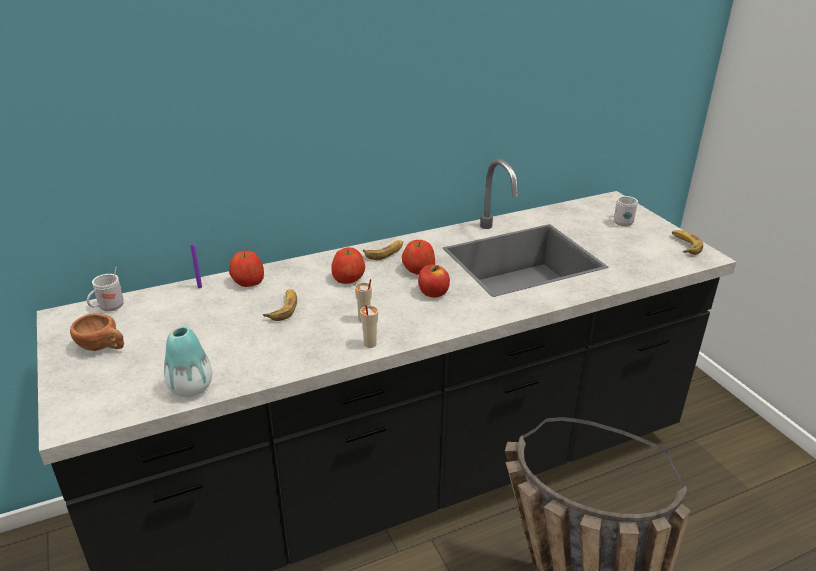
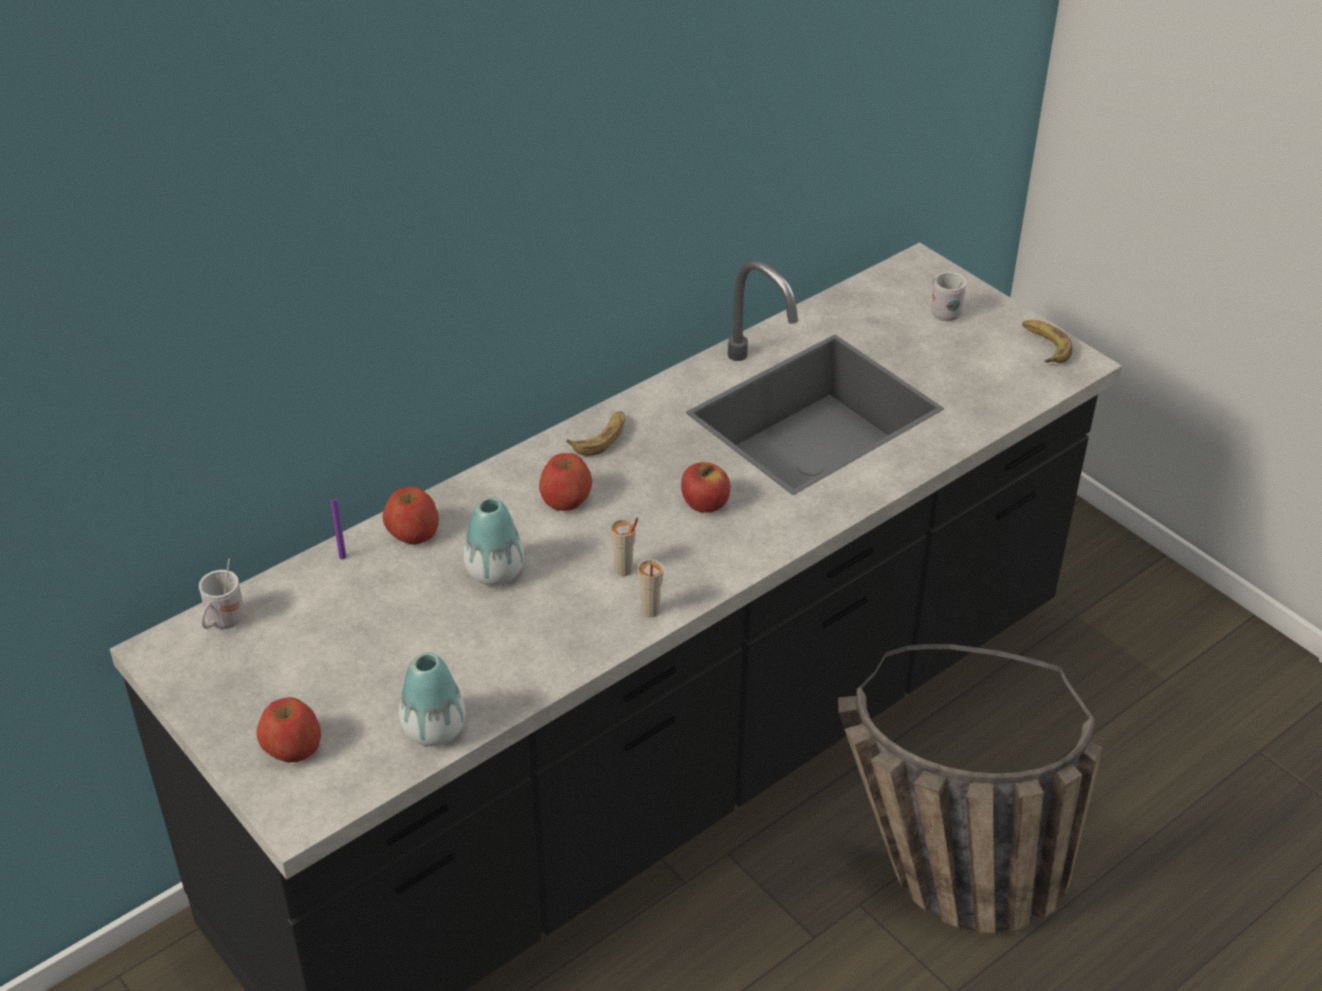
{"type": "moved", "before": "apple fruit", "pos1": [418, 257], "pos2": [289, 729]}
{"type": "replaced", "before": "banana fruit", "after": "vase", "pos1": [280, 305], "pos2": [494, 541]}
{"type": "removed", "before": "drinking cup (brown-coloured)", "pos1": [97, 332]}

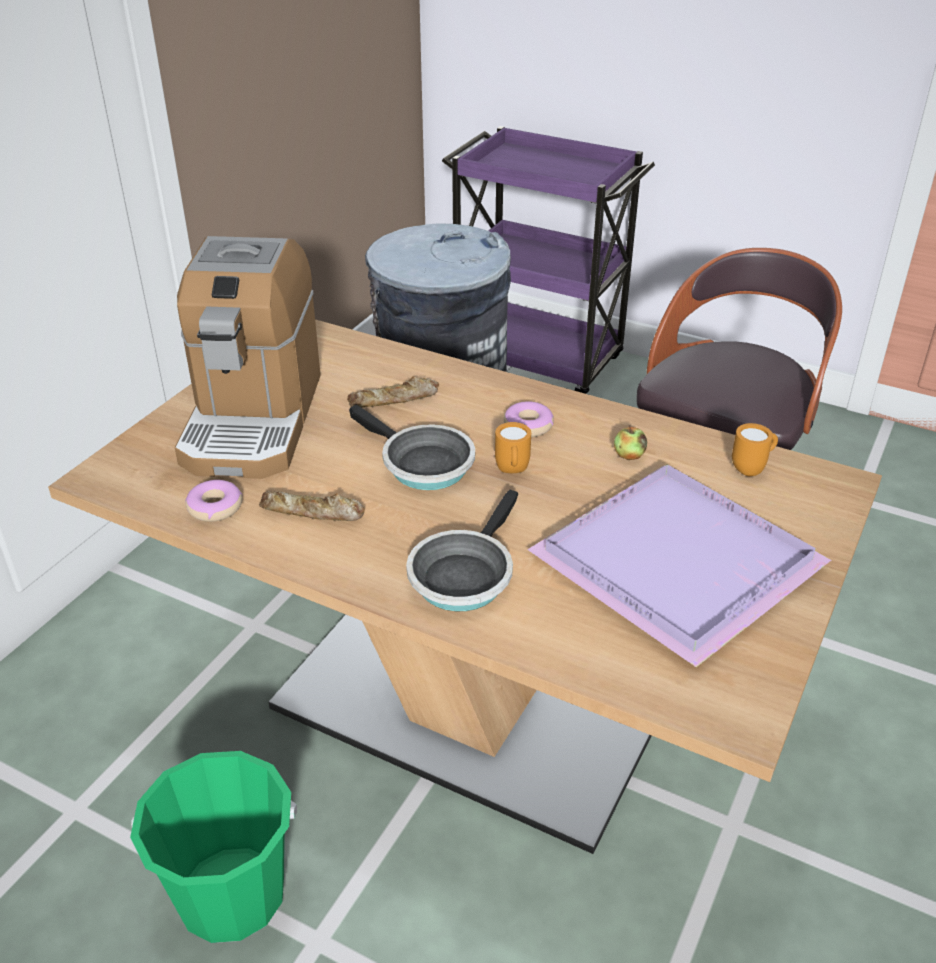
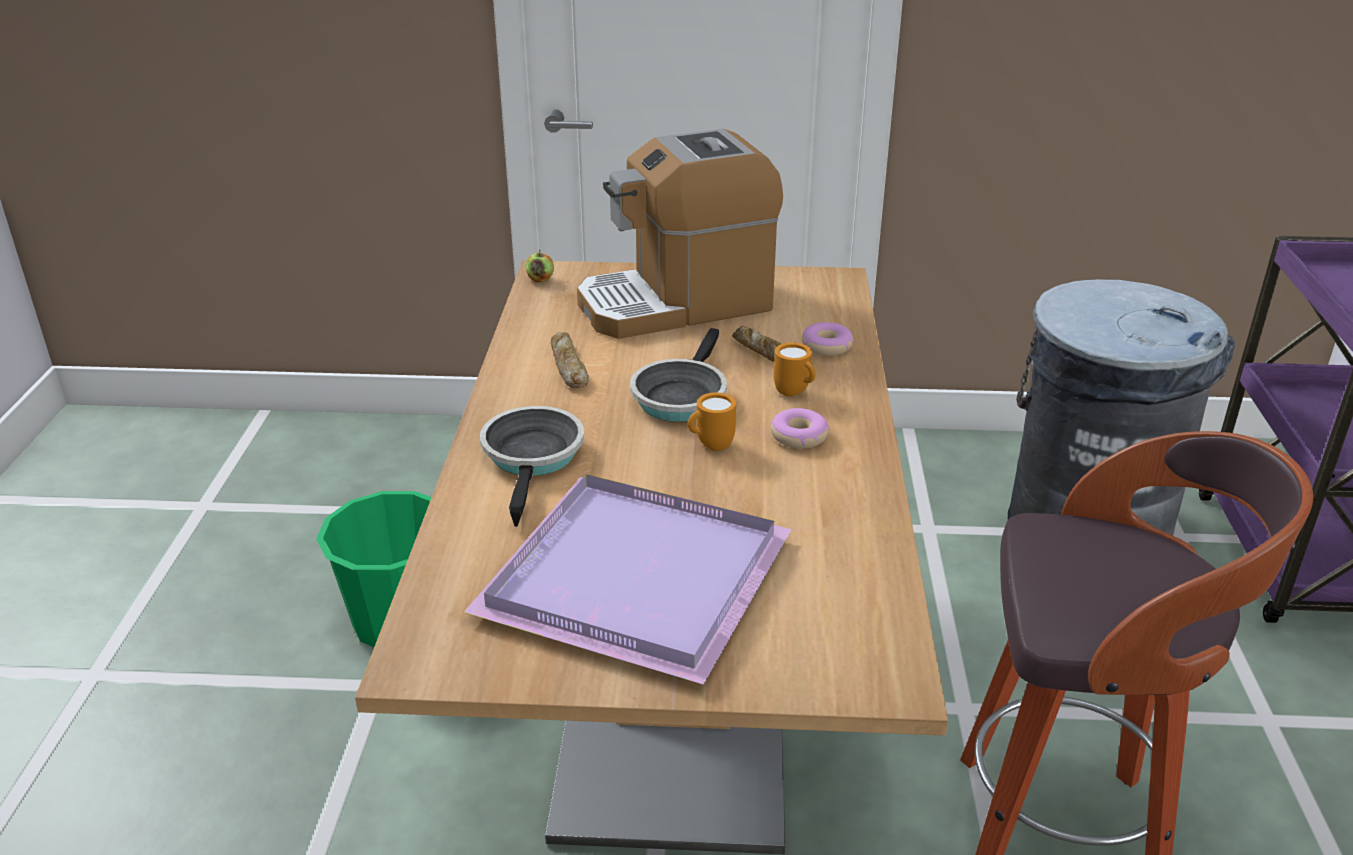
{"type": "moved", "before": "mug (orangey)", "pos1": [755, 449], "pos2": [795, 369]}
{"type": "moved", "before": "apple fruit", "pos1": [630, 442], "pos2": [539, 266]}
{"type": "moved", "before": "donut", "pos1": [213, 501], "pos2": [827, 339]}
{"type": "turned", "before": "skillet", "pos1": [462, 550], "pos2": [532, 466], "turn": 90}

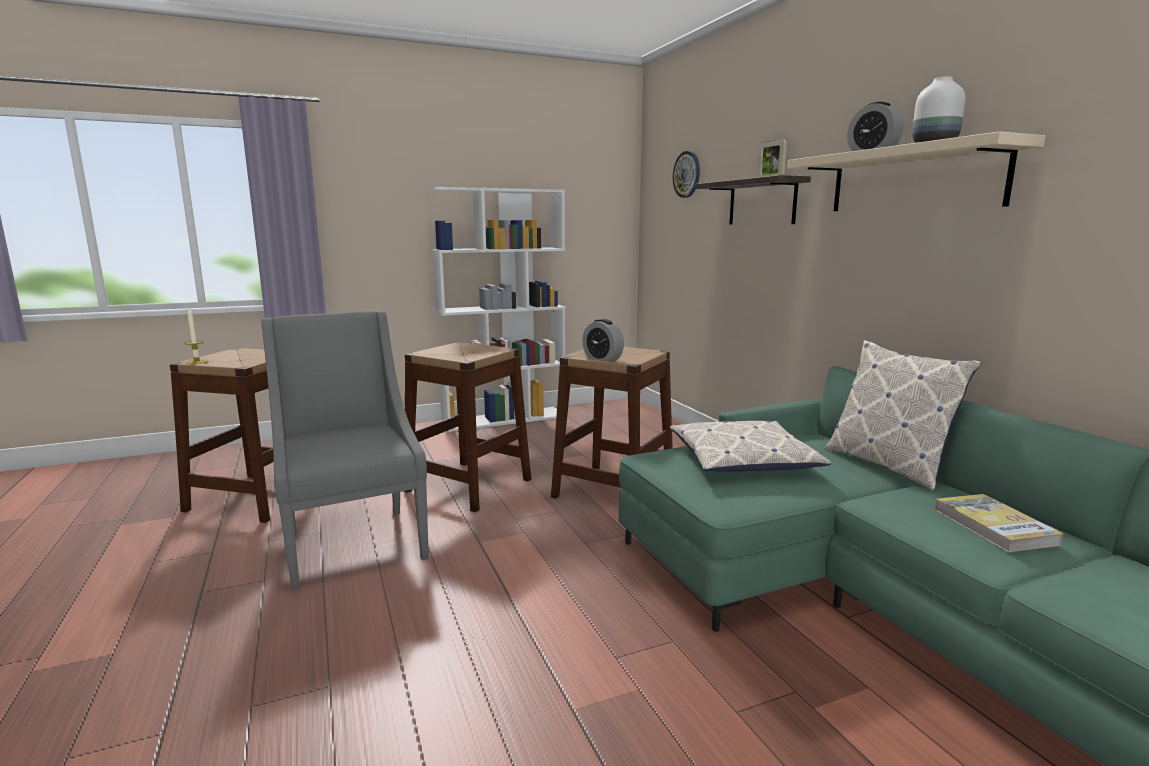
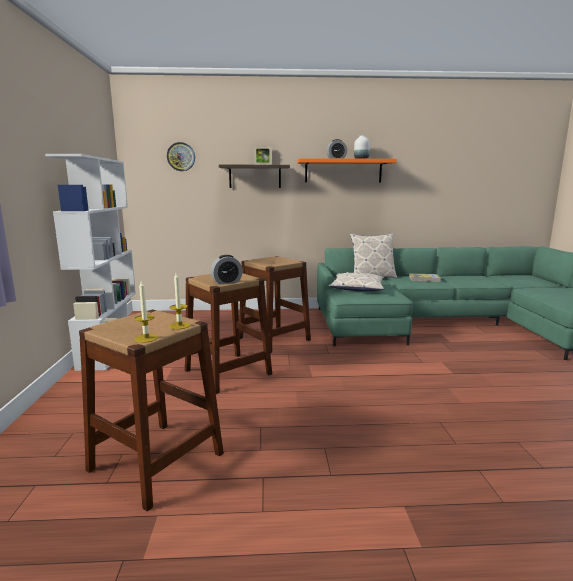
{"type": "recoloured", "before": "bracket shelf (beige-coloured)", "after": "bracket shelf (orangey)", "pos1": [916, 171], "pos2": [347, 170]}
{"type": "removed", "before": "armchair (greyish)", "pos1": [345, 451]}
{"type": "moved", "before": "table clock", "pos1": [603, 340], "pos2": [227, 269]}
{"type": "added", "after": "candle", "pos2": [179, 301]}

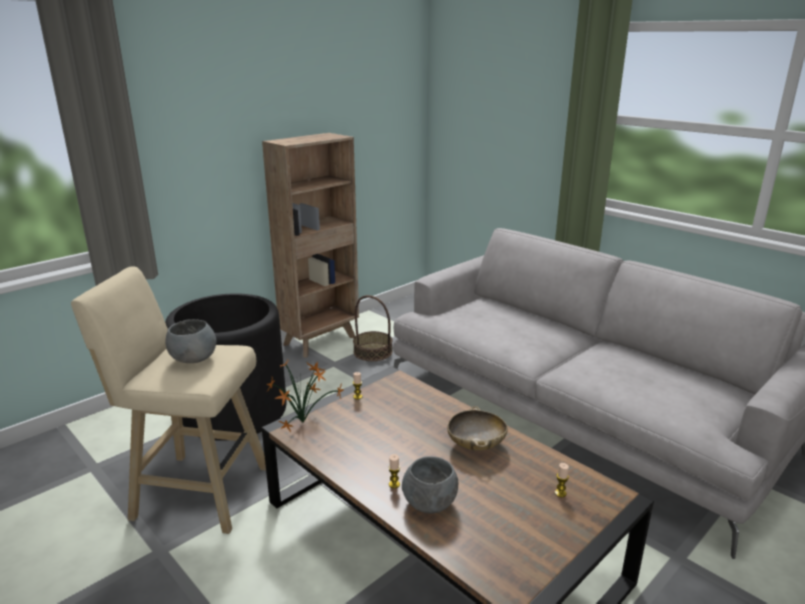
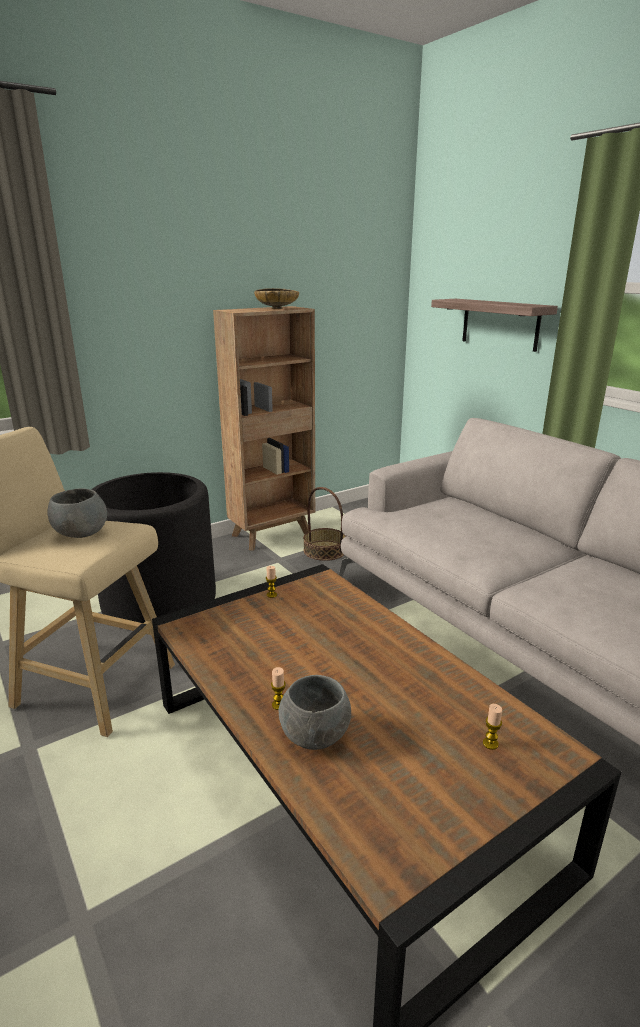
{"type": "removed", "before": "houseplant", "pos1": [305, 396]}
{"type": "moved", "before": "serving bowl (beige-coloured)", "pos1": [478, 428], "pos2": [276, 298]}
{"type": "added", "after": "bracket shelf", "pos2": [494, 325]}

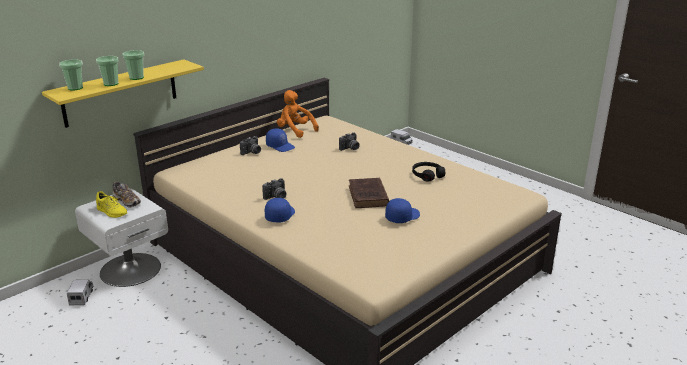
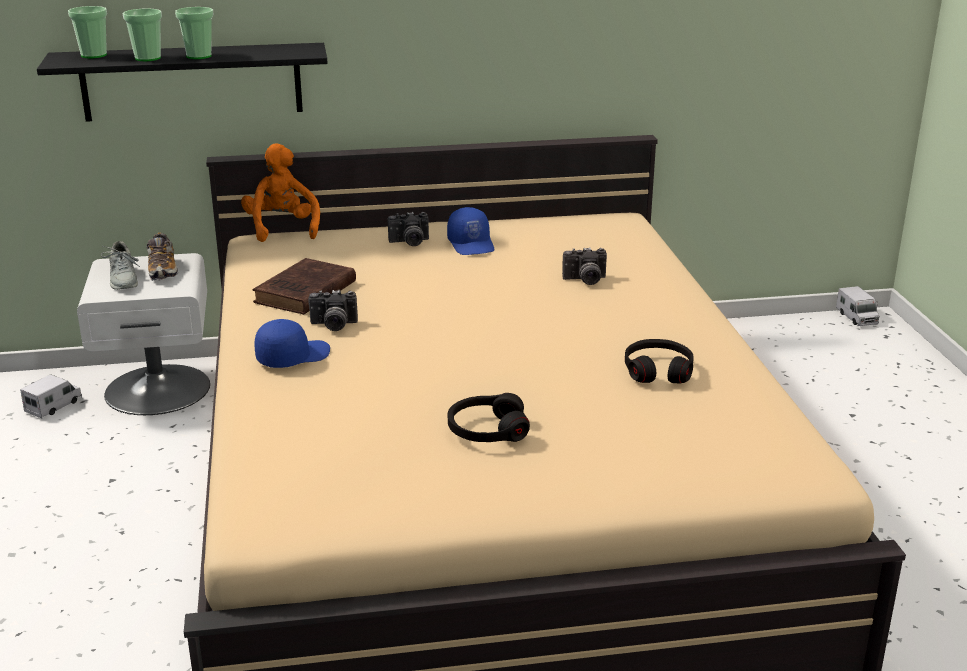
{"type": "recoloured", "before": "bracket shelf (yellow)", "after": "bracket shelf (black-coloured)", "pos1": [123, 93], "pos2": [182, 82]}
{"type": "moved", "before": "cuddly toy (orangey)", "pos1": [298, 114], "pos2": [280, 193]}
{"type": "moved", "before": "book (brown-coloured)", "pos1": [369, 193], "pos2": [304, 286]}
{"type": "recoloured", "before": "low shoe (yellow)", "after": "low shoe (greyish)", "pos1": [111, 204], "pos2": [120, 265]}
{"type": "replaced", "before": "cap (blue-coloured)", "after": "headphones (black-coloured)", "pos1": [402, 210], "pos2": [489, 417]}

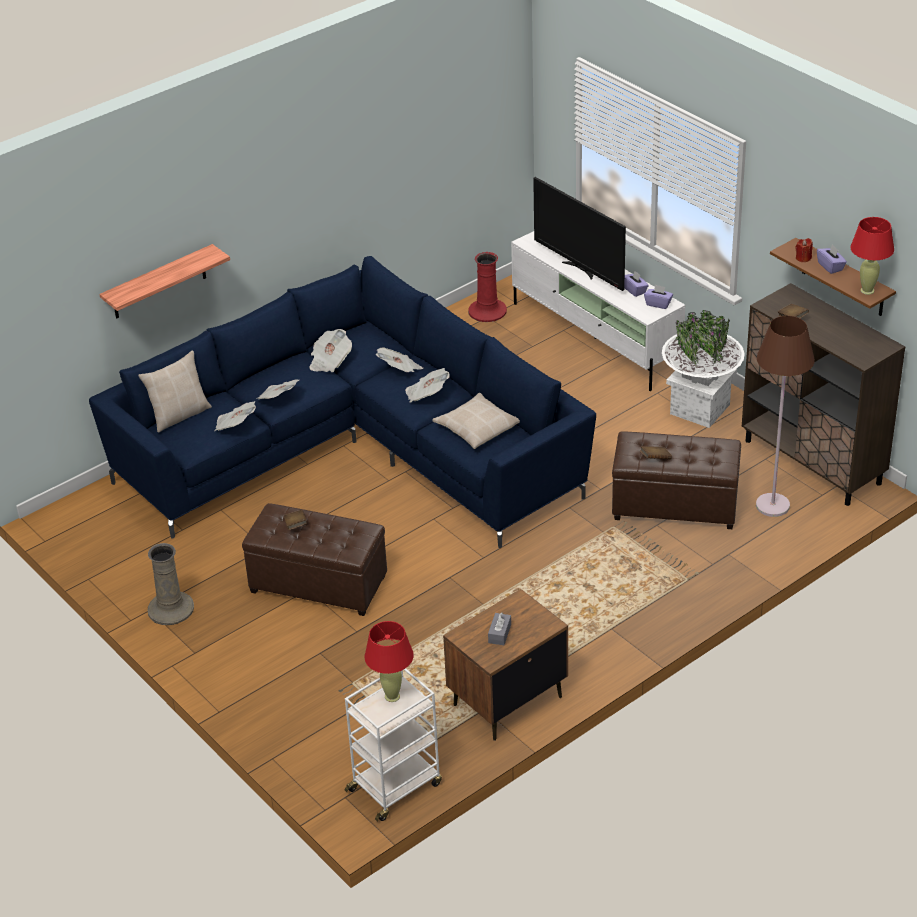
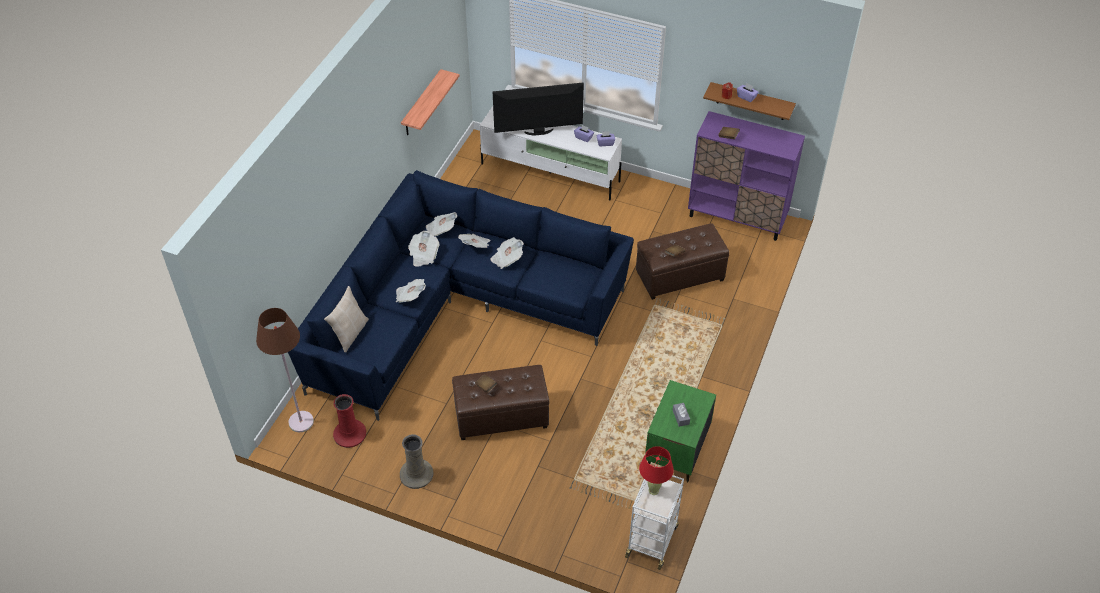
{"type": "turned", "before": "television", "pos1": [579, 234], "pos2": [538, 109], "turn": 150}
{"type": "removed", "before": "table lamp (red)", "pos1": [872, 256]}
{"type": "moved", "before": "bracket shelf", "pos1": [164, 281], "pos2": [430, 102]}
{"type": "moved", "before": "vase (red)", "pos1": [487, 287], "pos2": [349, 421]}
{"type": "recoloured", "before": "cabinet (brown-coloured)", "after": "cabinet (purple-coloured)", "pos1": [823, 394], "pos2": [746, 176]}
{"type": "removed", "before": "flower pot (whitish)", "pos1": [703, 369]}
{"type": "moved", "before": "floor lamp (brown-coloured)", "pos1": [785, 416], "pos2": [285, 370]}
{"type": "removed", "before": "cushion (beige-coloured)", "pos1": [476, 421]}
{"type": "moved", "before": "printed paper", "pos1": [235, 416], "pos2": [441, 224]}
{"type": "recoloured", "before": "night table (brown-coloured)", "after": "night table (green)", "pos1": [505, 665], "pos2": [680, 431]}

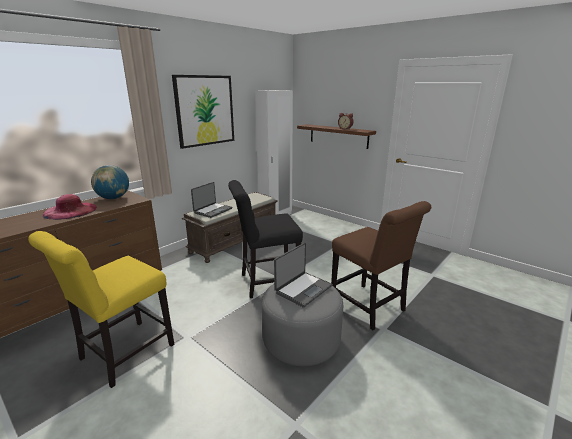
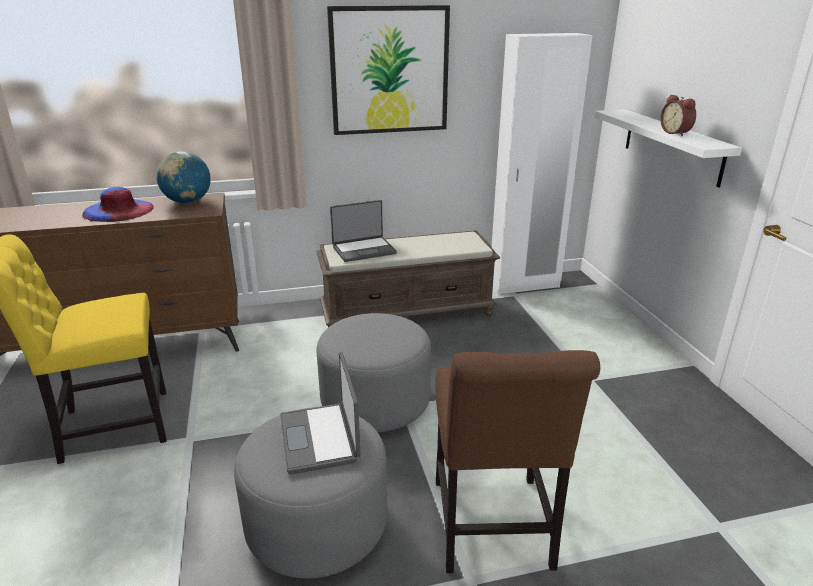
{"type": "recoloured", "before": "bracket shelf (brown-coloured)", "after": "bracket shelf (whitish)", "pos1": [336, 136], "pos2": [668, 148]}
{"type": "replaced", "before": "upright chair (black-coloured)", "after": "pouffe (greyish)", "pos1": [265, 239], "pos2": [374, 372]}
{"type": "recoloured", "before": "hat (pink-coloured)", "after": "hat (blue-coloured)", "pos1": [70, 207], "pos2": [118, 204]}
{"type": "turned", "before": "portable computer", "pos1": [303, 275], "pos2": [320, 413], "turn": 90}

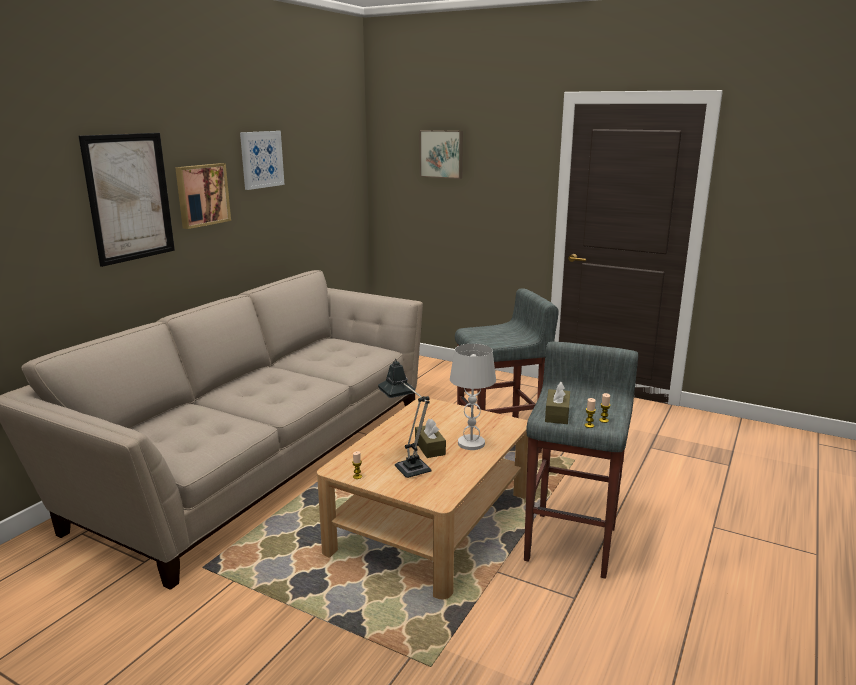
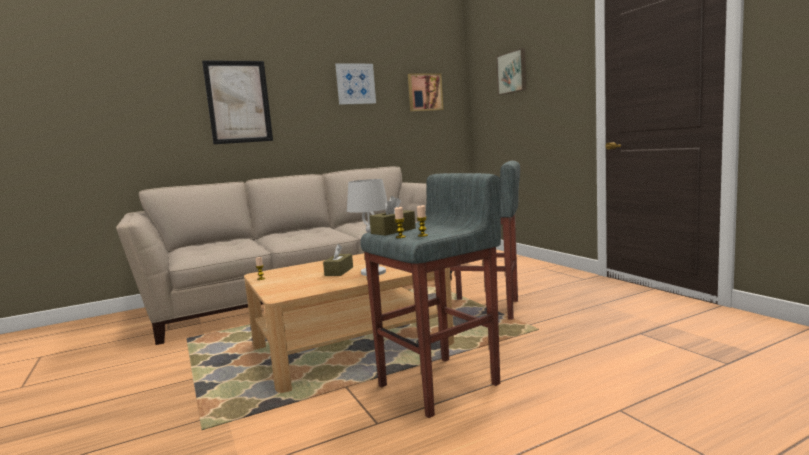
{"type": "moved", "before": "wall picture", "pos1": [203, 196], "pos2": [425, 92]}
{"type": "removed", "before": "table lamp", "pos1": [404, 418]}

